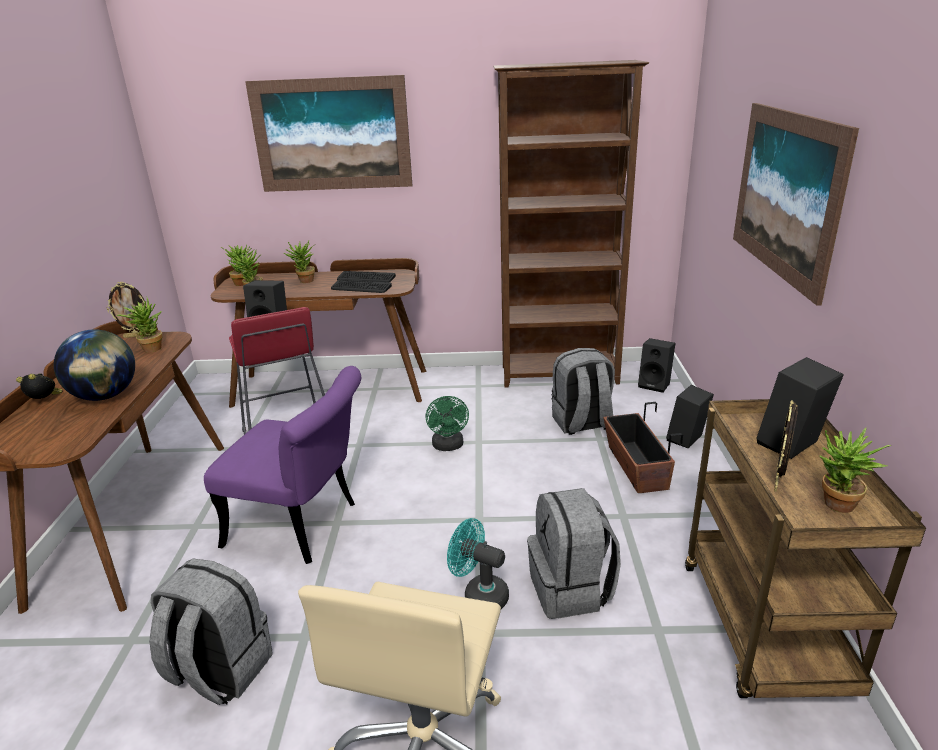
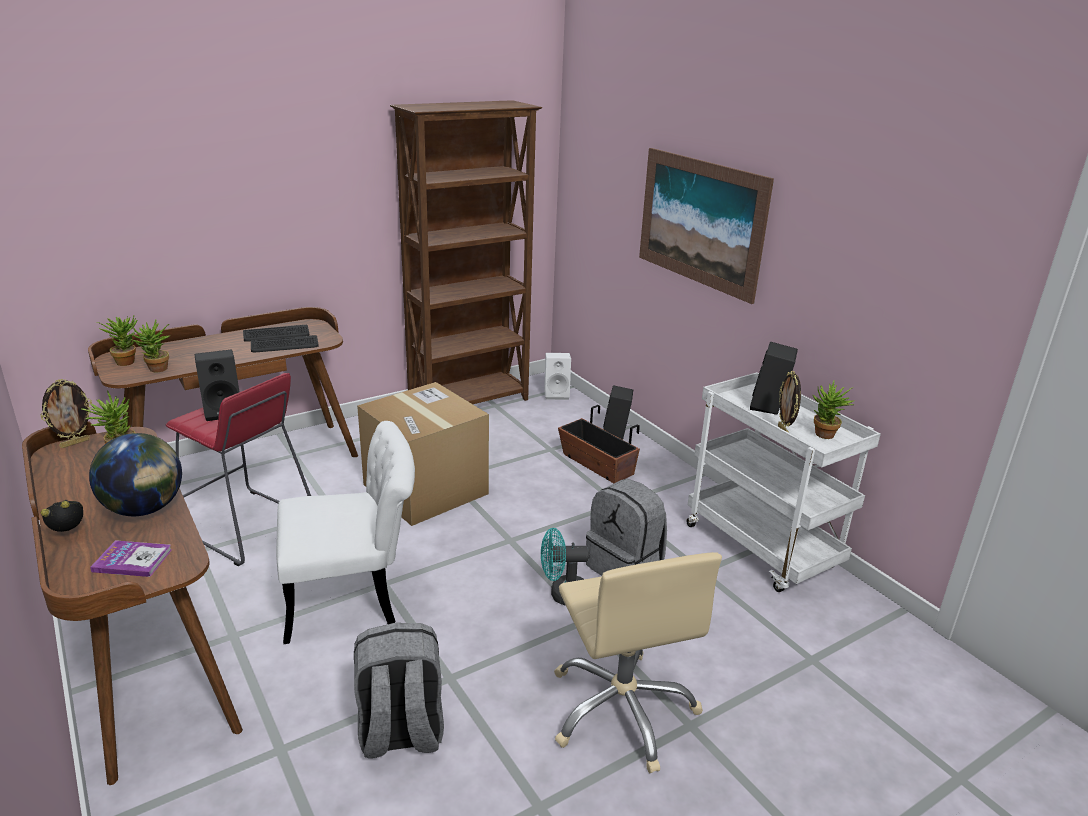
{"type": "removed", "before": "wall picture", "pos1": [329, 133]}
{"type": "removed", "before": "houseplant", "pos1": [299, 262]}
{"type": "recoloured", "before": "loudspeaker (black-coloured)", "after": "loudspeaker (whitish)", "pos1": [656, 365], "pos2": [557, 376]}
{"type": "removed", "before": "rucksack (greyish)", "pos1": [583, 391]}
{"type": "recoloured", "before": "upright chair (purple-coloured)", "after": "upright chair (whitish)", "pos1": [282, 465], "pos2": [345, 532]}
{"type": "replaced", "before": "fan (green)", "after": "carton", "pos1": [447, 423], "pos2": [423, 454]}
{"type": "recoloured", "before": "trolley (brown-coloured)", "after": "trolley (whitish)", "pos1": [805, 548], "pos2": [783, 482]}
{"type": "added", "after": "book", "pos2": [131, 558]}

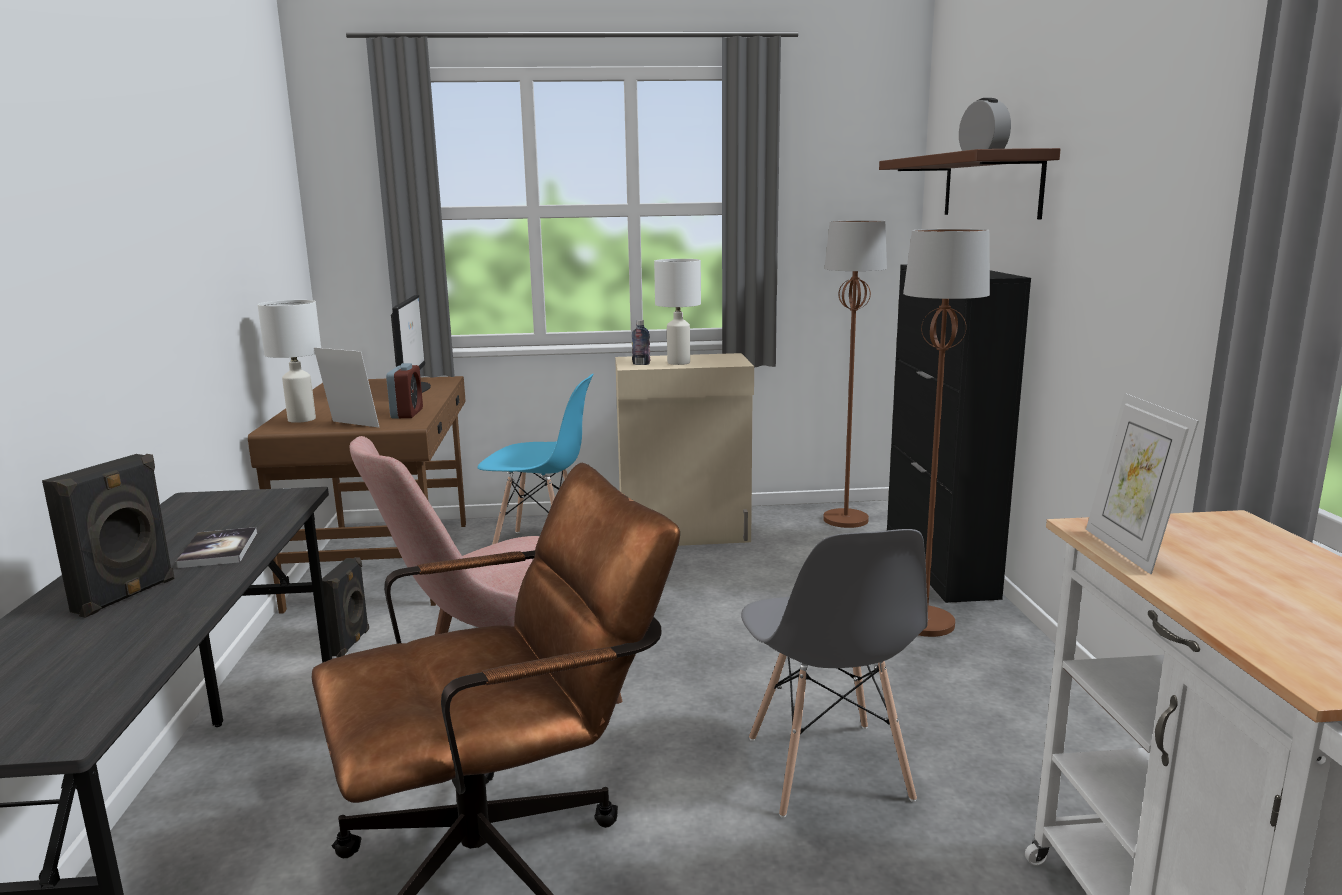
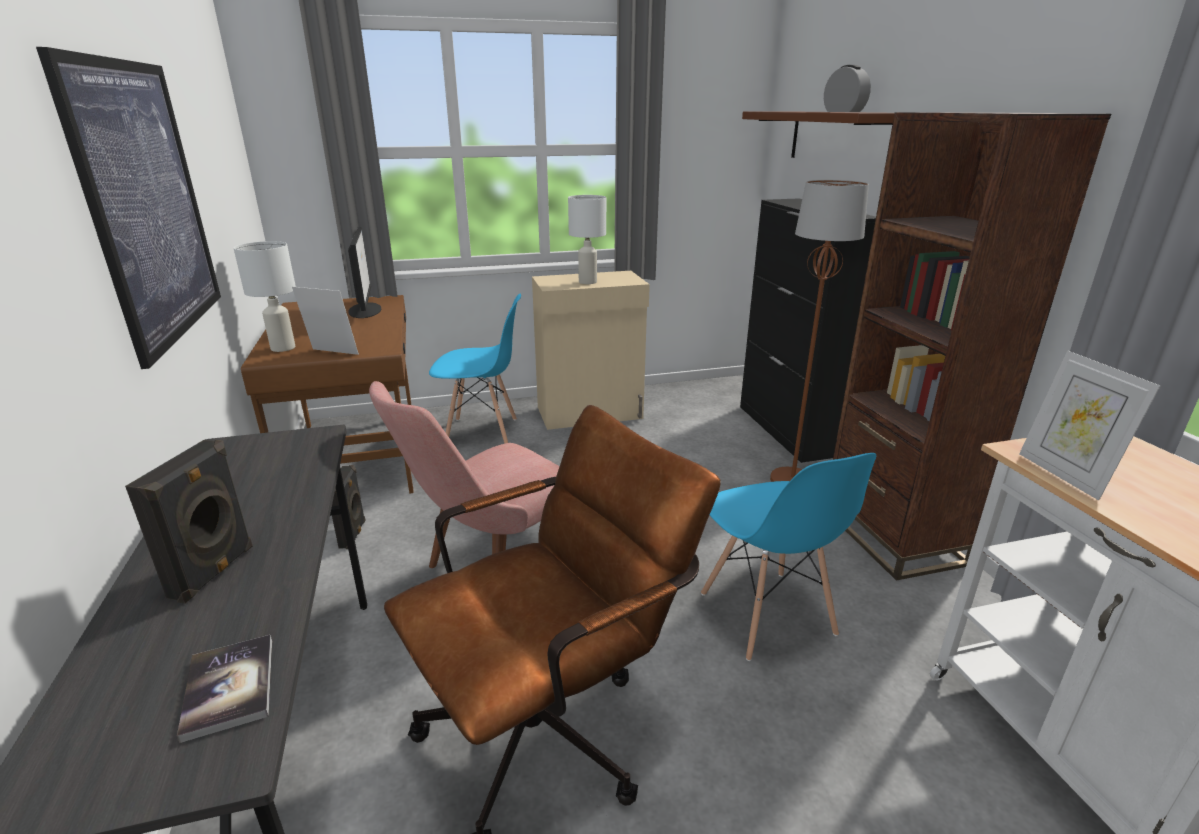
{"type": "removed", "before": "floor lamp (brown-coloured)", "pos1": [855, 374]}
{"type": "removed", "before": "drink bottle", "pos1": [640, 342]}
{"type": "removed", "before": "table clock", "pos1": [404, 391]}
{"type": "moved", "before": "book", "pos1": [216, 547], "pos2": [224, 689]}
{"type": "recoloured", "before": "upright chair (greyish)", "after": "upright chair (blue-coloured)", "pos1": [834, 673], "pos2": [788, 557]}
{"type": "added", "after": "wall picture", "pos2": [128, 208]}
{"type": "added", "after": "bookshelf (brown-coloured)", "pos2": [972, 346]}

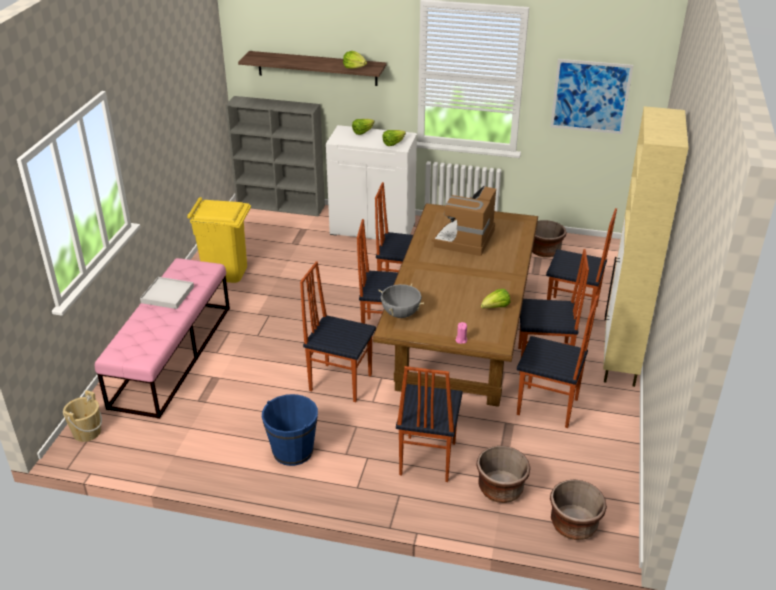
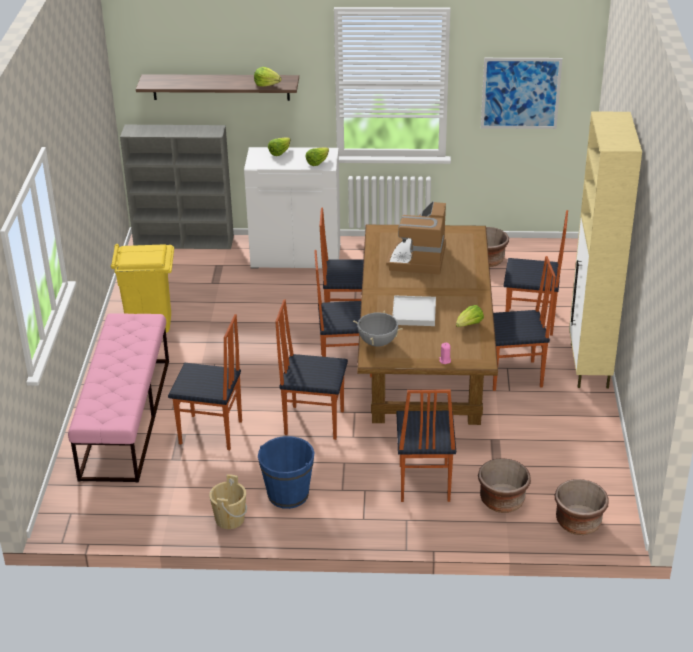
{"type": "moved", "before": "serving tray (whitish)", "pos1": [167, 293], "pos2": [414, 310]}
{"type": "moved", "before": "upright chair", "pos1": [558, 361], "pos2": [205, 382]}
{"type": "moved", "before": "water bucket (beige-coloured)", "pos1": [82, 416], "pos2": [228, 501]}

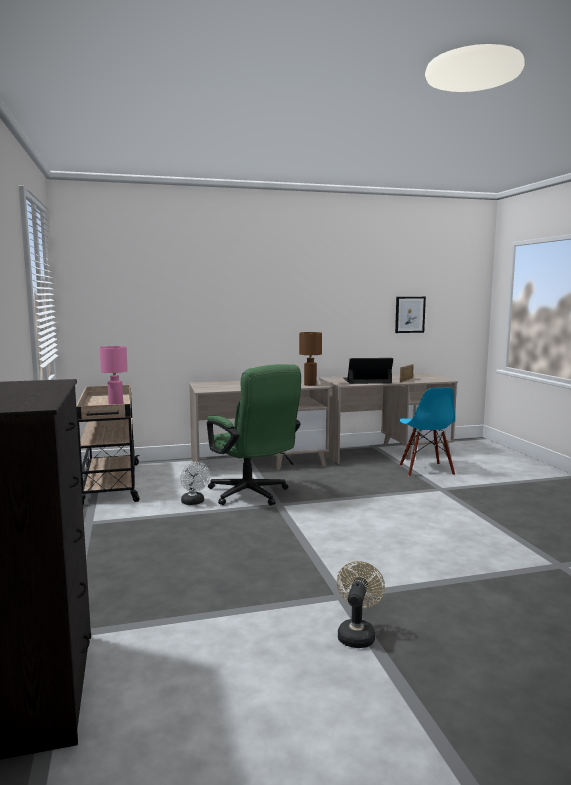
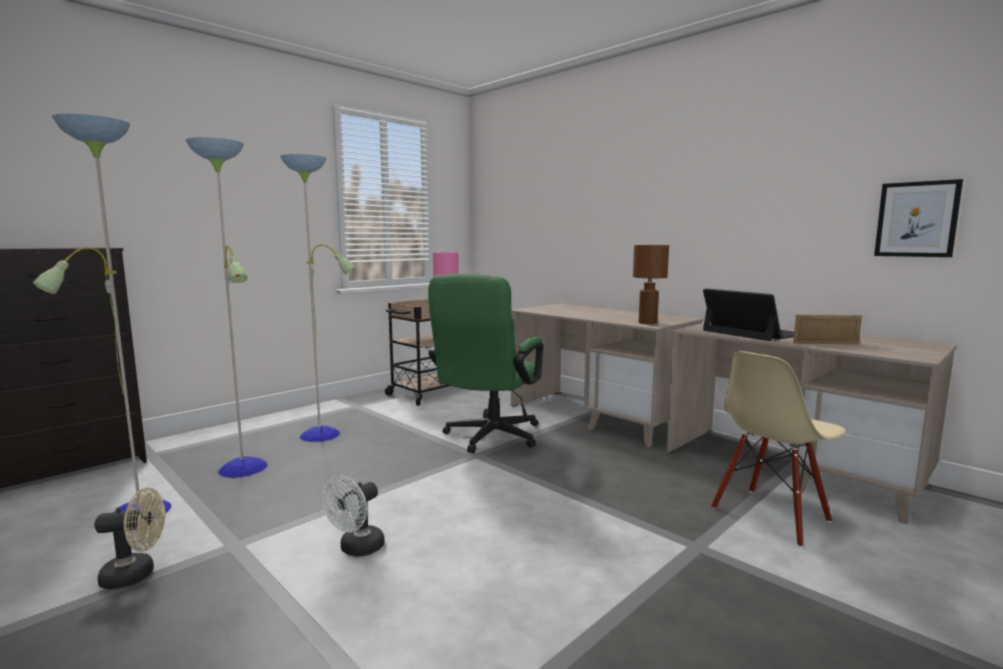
{"type": "recoloured", "before": "upright chair (blue-coloured)", "after": "upright chair (beige-coloured)", "pos1": [427, 432], "pos2": [778, 449]}
{"type": "moved", "before": "fan (whitish)", "pos1": [195, 483], "pos2": [353, 516]}
{"type": "added", "after": "floor lamp", "pos2": [194, 316]}

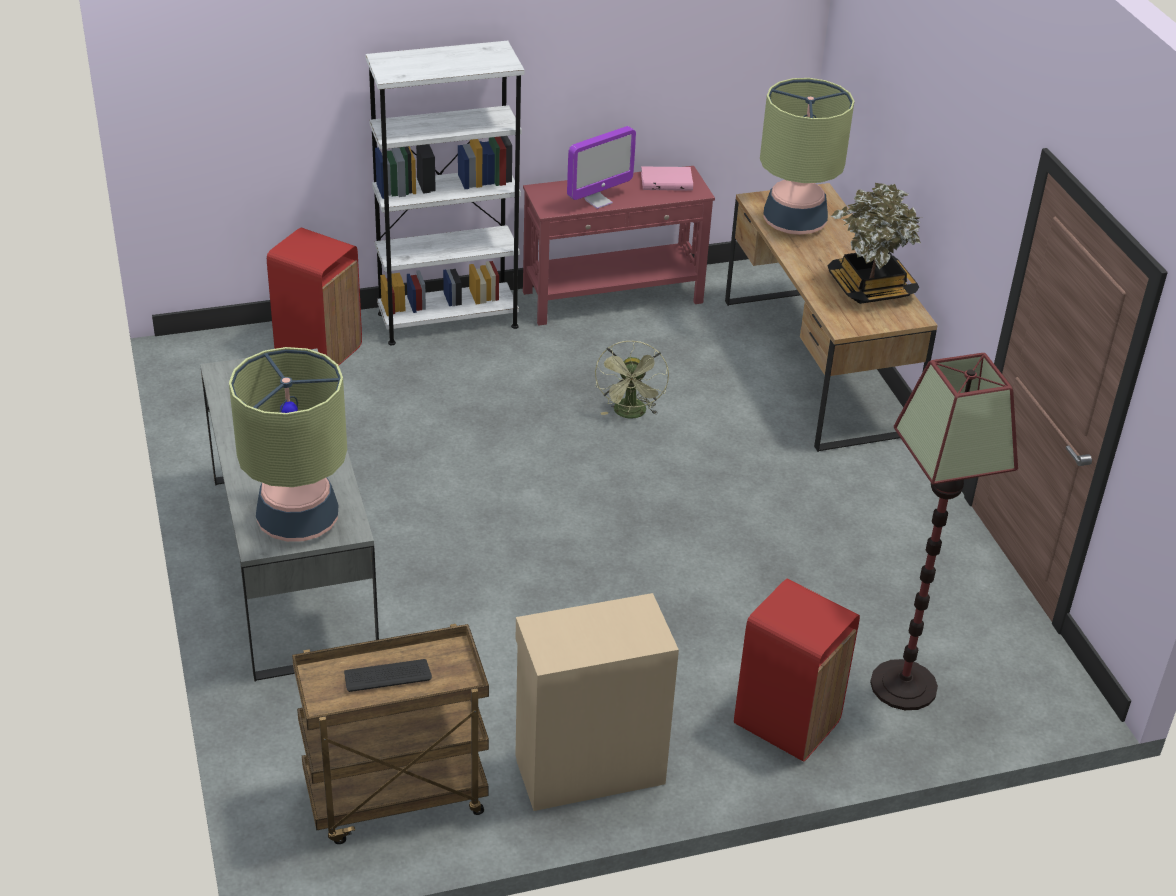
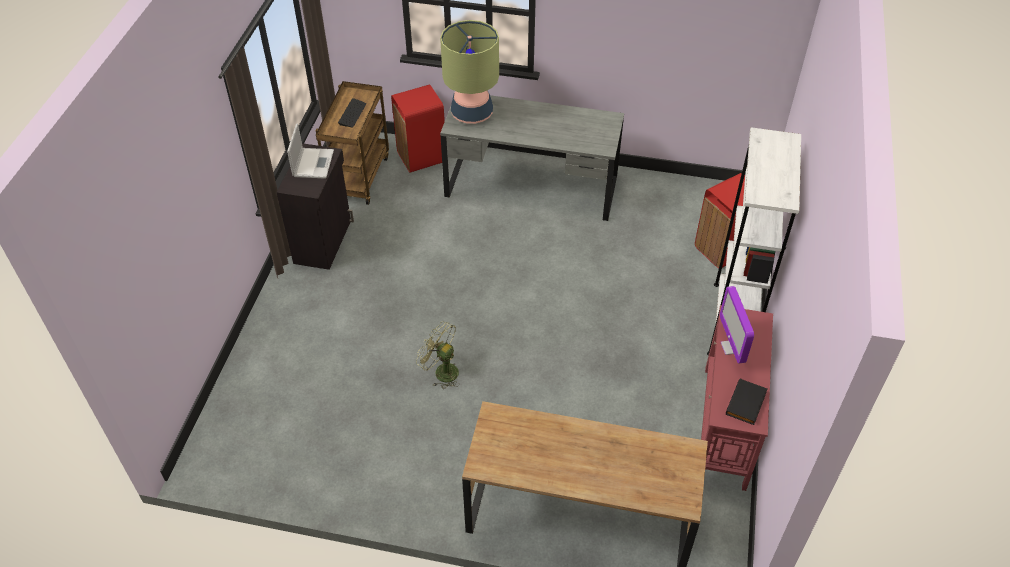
{"type": "removed", "before": "table lamp", "pos1": [807, 156]}
{"type": "recoloured", "before": "book (pink-coloured)", "after": "book (black-coloured)", "pos1": [667, 178], "pos2": [746, 401]}
{"type": "removed", "before": "houseplant", "pos1": [875, 243]}
{"type": "moved", "before": "fan (green)", "pos1": [632, 379], "pos2": [437, 355]}
{"type": "removed", "before": "floor lamp", "pos1": [944, 531]}
{"type": "moved", "before": "waste bin (red)", "pos1": [797, 670], "pos2": [418, 128]}
{"type": "recoloured", "before": "cabinet (beige-coloured)", "after": "cabinet (black-coloured)", "pos1": [597, 702], "pos2": [315, 206]}
{"type": "added", "after": "portable computer", "pos2": [310, 151]}

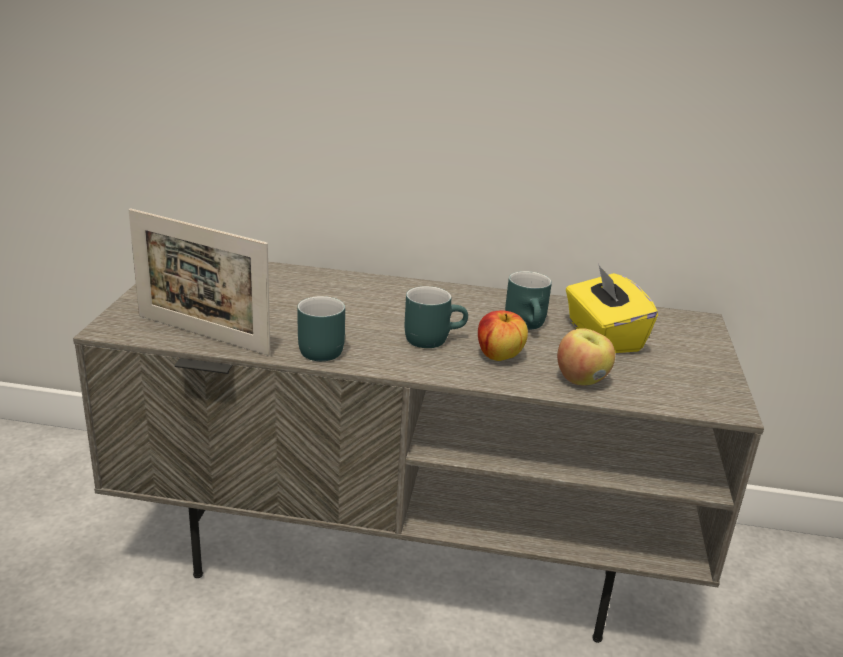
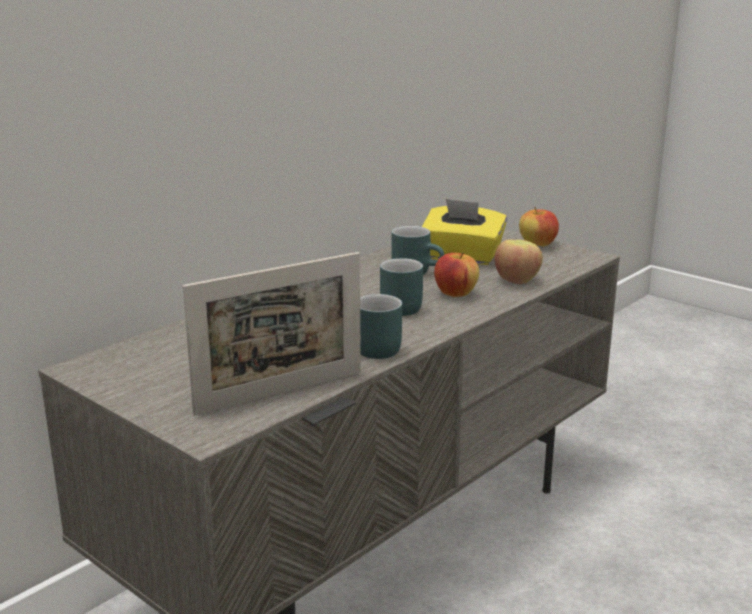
{"type": "added", "after": "apple fruit", "pos2": [539, 227]}

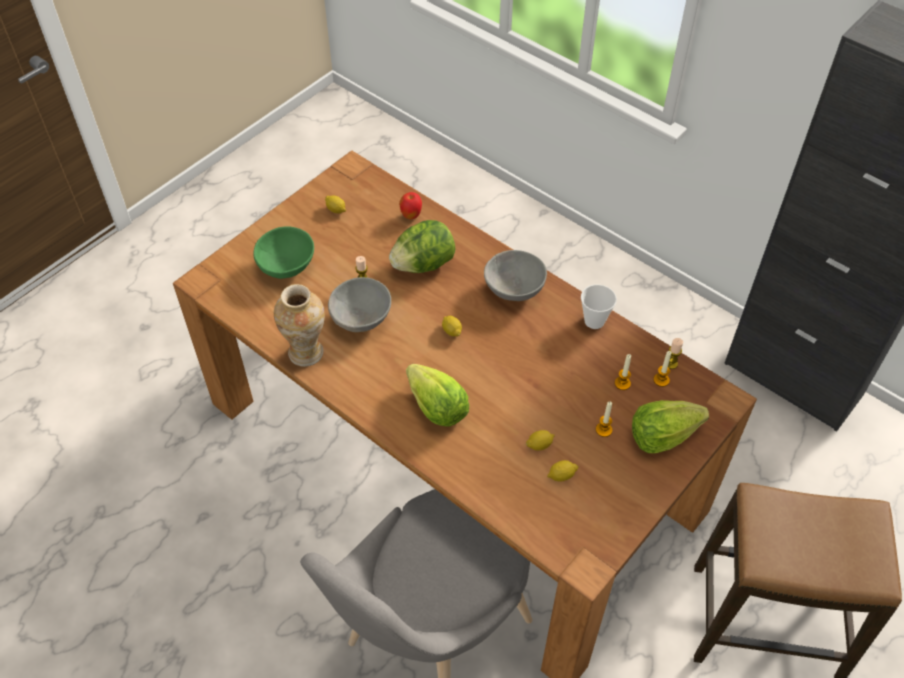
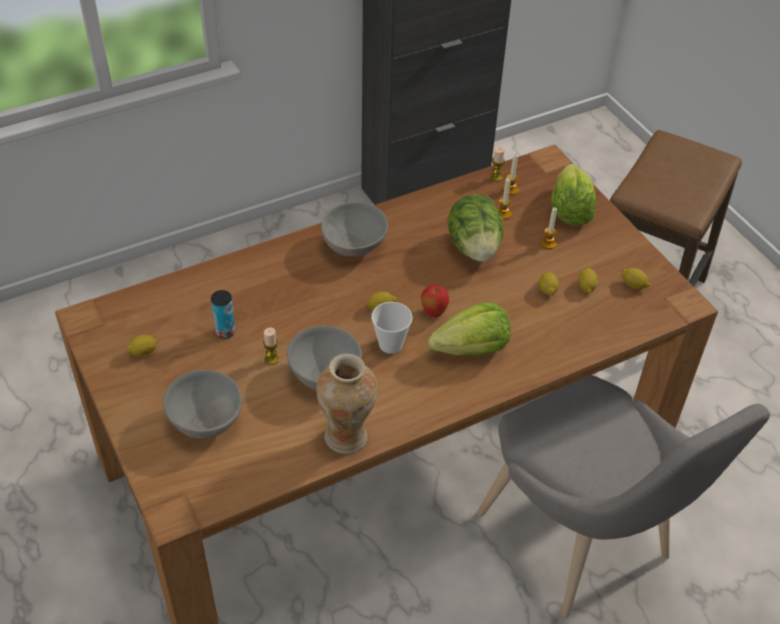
{"type": "moved", "before": "apple fruit", "pos1": [410, 205], "pos2": [435, 301]}
{"type": "moved", "before": "head of lettuce", "pos1": [422, 246], "pos2": [475, 228]}
{"type": "recoloured", "before": "serving bowl (green)", "after": "serving bowl (greyish)", "pos1": [283, 252], "pos2": [202, 404]}
{"type": "moved", "before": "drinking cup", "pos1": [599, 306], "pos2": [392, 328]}
{"type": "added", "after": "whole lemon", "pos2": [635, 278]}
{"type": "added", "after": "metal can", "pos2": [223, 314]}

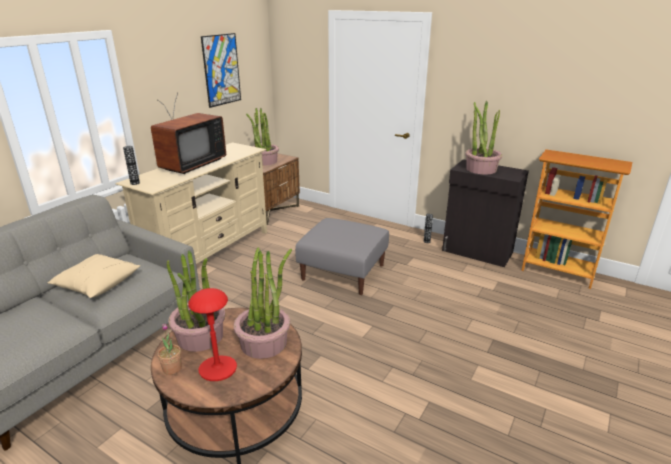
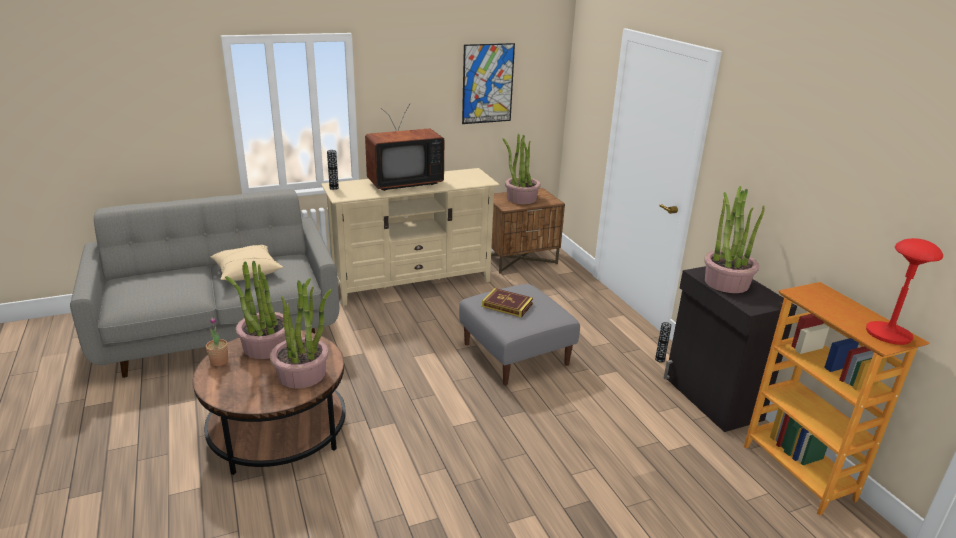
{"type": "moved", "before": "table lamp (red)", "pos1": [212, 334], "pos2": [904, 291]}
{"type": "added", "after": "book", "pos2": [507, 302]}

